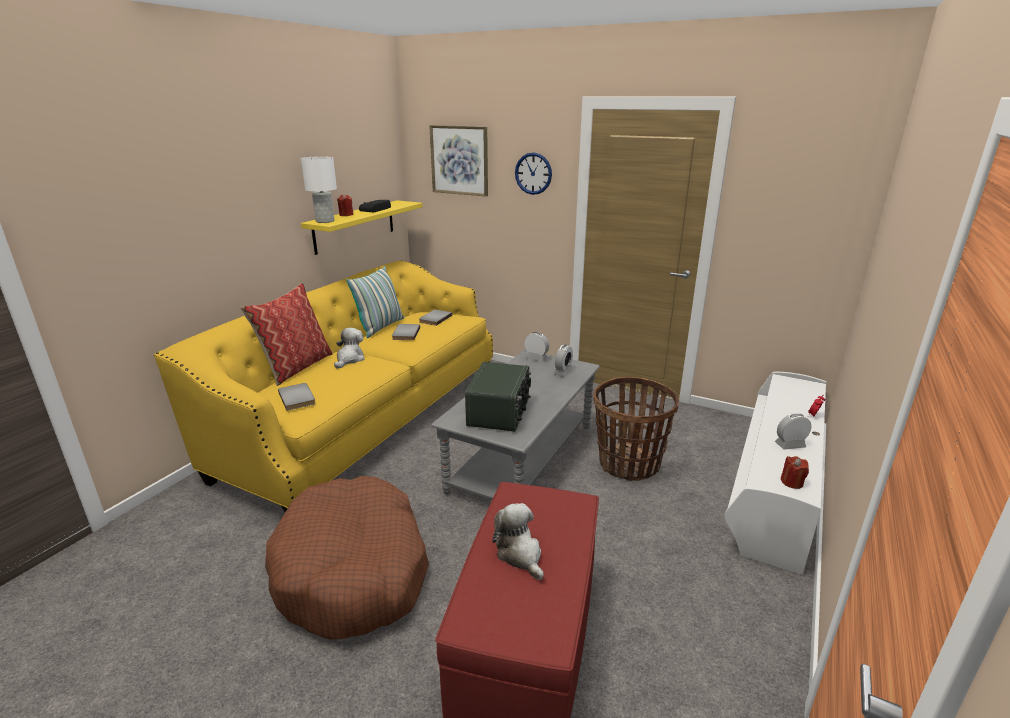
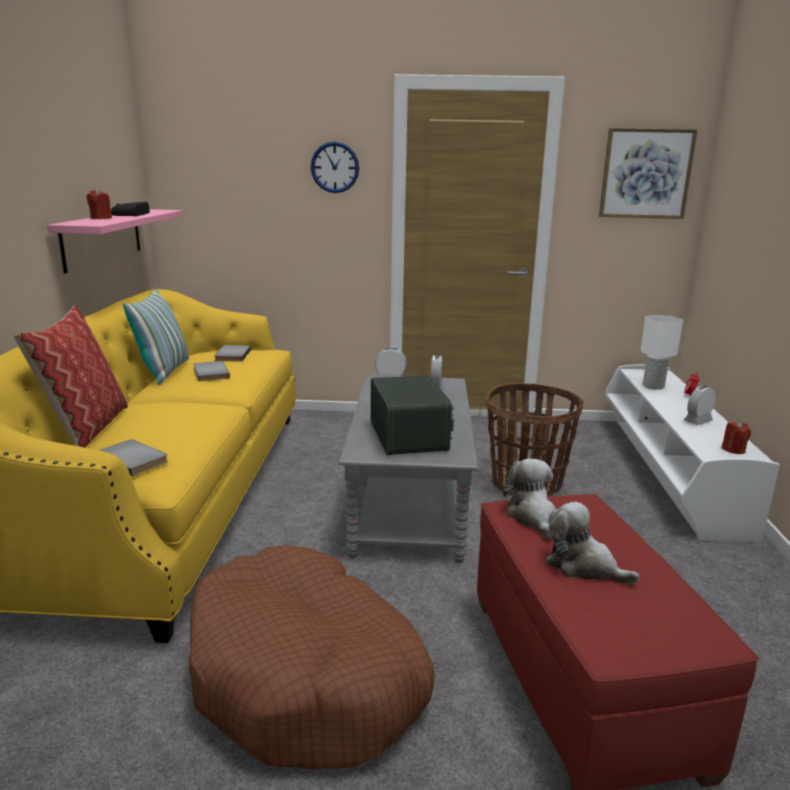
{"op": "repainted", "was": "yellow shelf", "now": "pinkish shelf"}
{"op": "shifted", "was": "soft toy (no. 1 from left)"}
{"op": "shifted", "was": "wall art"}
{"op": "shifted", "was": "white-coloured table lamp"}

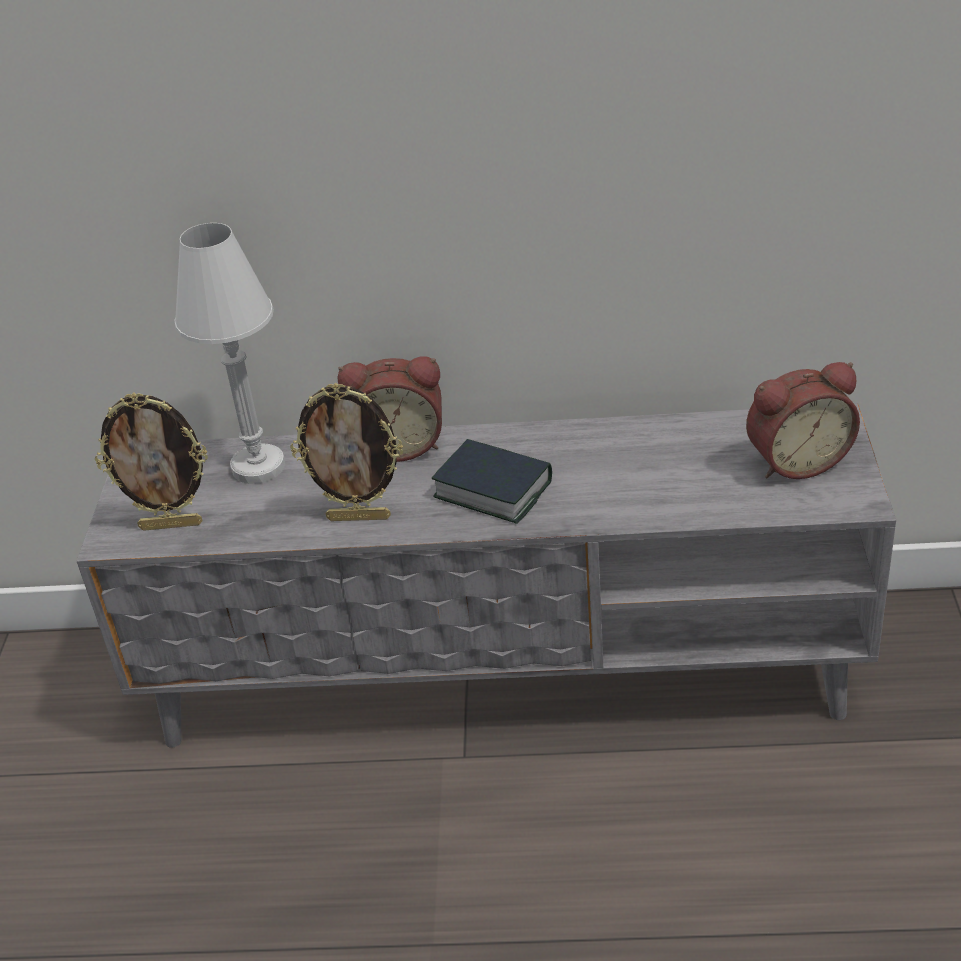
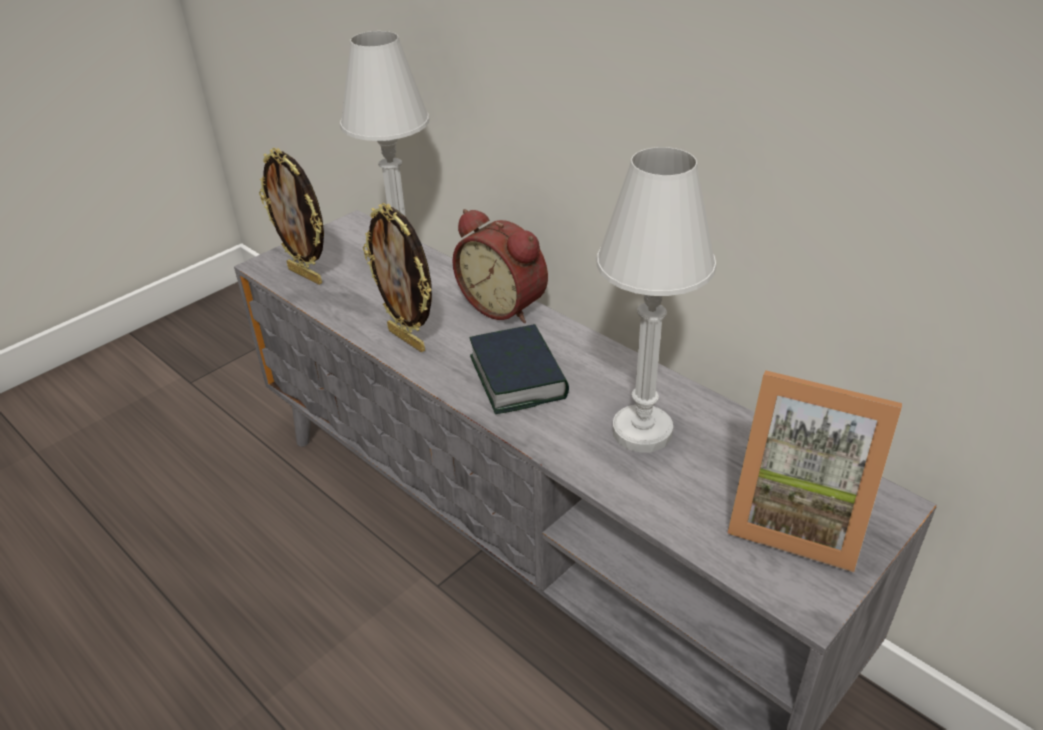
{"op": "new", "now": "white-coloured table lamp (no. 2 from left)"}
{"op": "swapped", "was": "table clock (no. 2 from left)", "now": "standing frame (no. 3 from left)"}

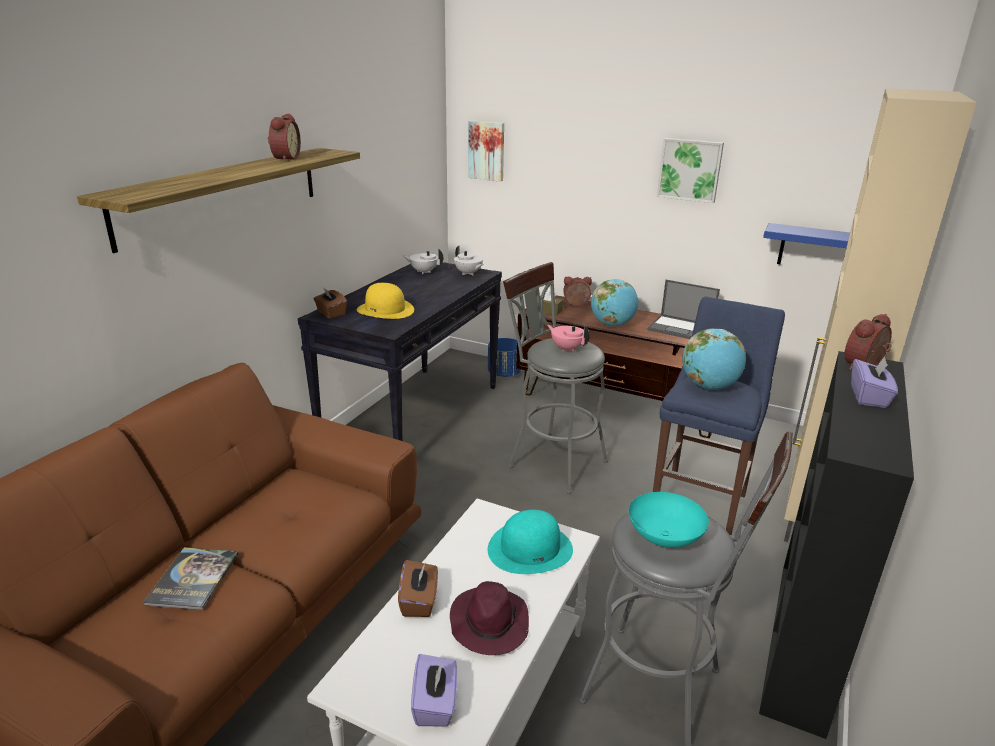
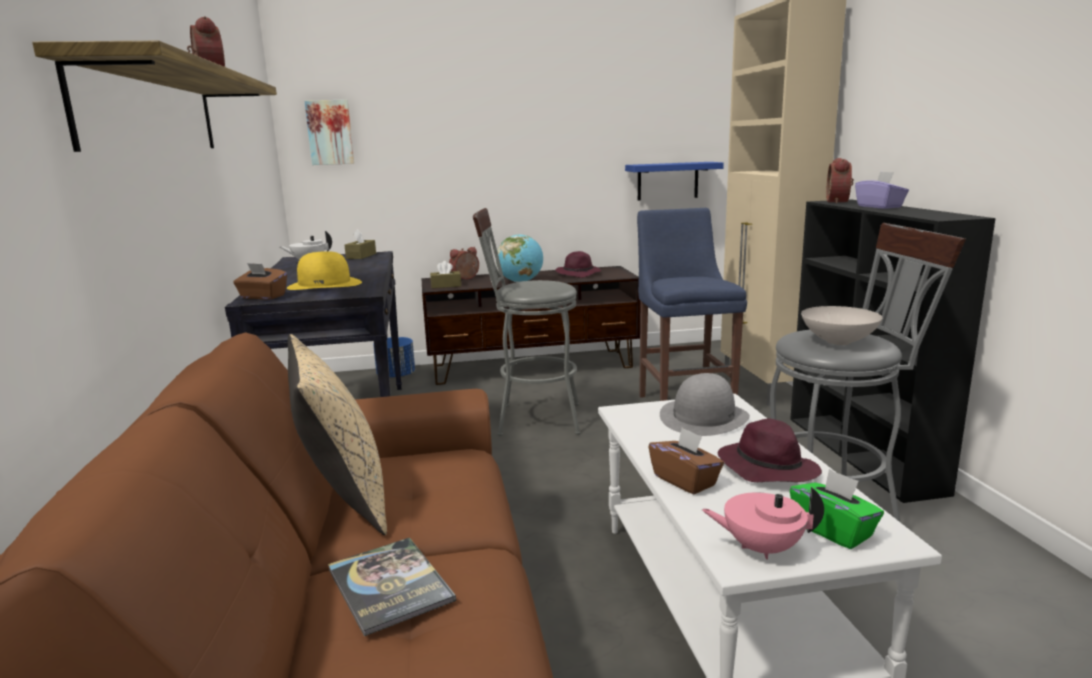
{"op": "new", "now": "beige pillow"}
{"op": "swapped", "was": "white-coloured pot for tea (no. 2 from left)", "now": "brown box of tissues (no. 2 from left)"}
{"op": "swapped", "was": "portable computer", "now": "purple hat (no. 1 from left)"}
{"op": "repainted", "was": "turquoise-coloured hat", "now": "grey hat"}
{"op": "shifted", "was": "pinkish pot for tea"}
{"op": "repainted", "was": "purple box of tissues (no. 1 from left)", "now": "greenish box of tissues"}
{"op": "repainted", "was": "turquoise-coloured deep dish", "now": "white-coloured deep dish"}
{"op": "gone", "was": "wall art (no. 2 from left)"}
{"op": "gone", "was": "world globe (no. 2 from left)"}

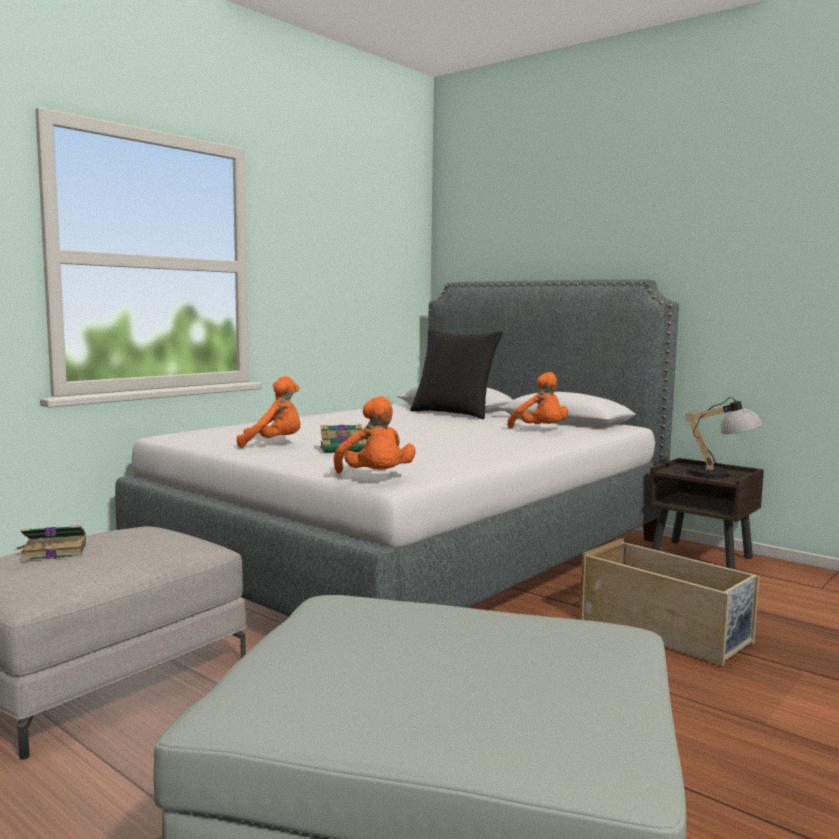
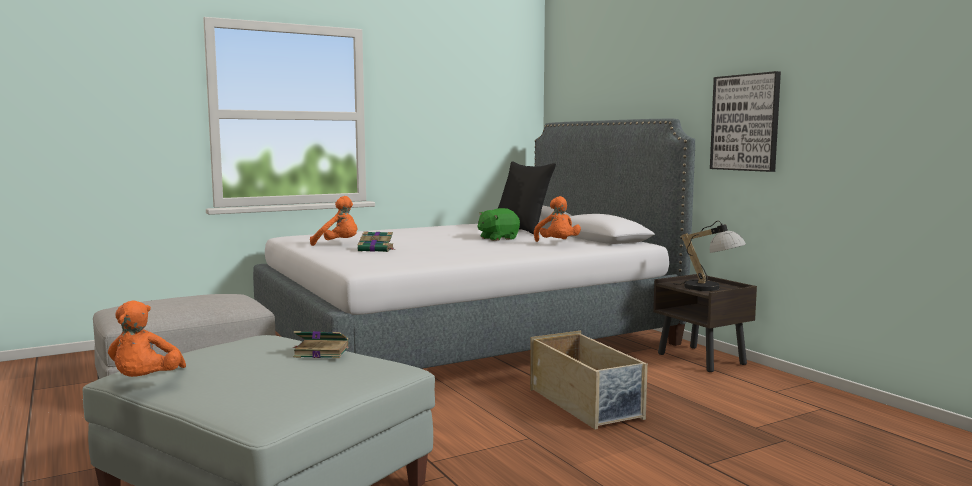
{"op": "shifted", "was": "orange-coloured soft toy (no. 2 from left in the first image)", "now": "orange-coloured soft toy (no. 1 from left)"}
{"op": "shifted", "was": "volume (no. 1 from left)"}
{"op": "new", "now": "greenish soft toy"}
{"op": "new", "now": "wall art"}

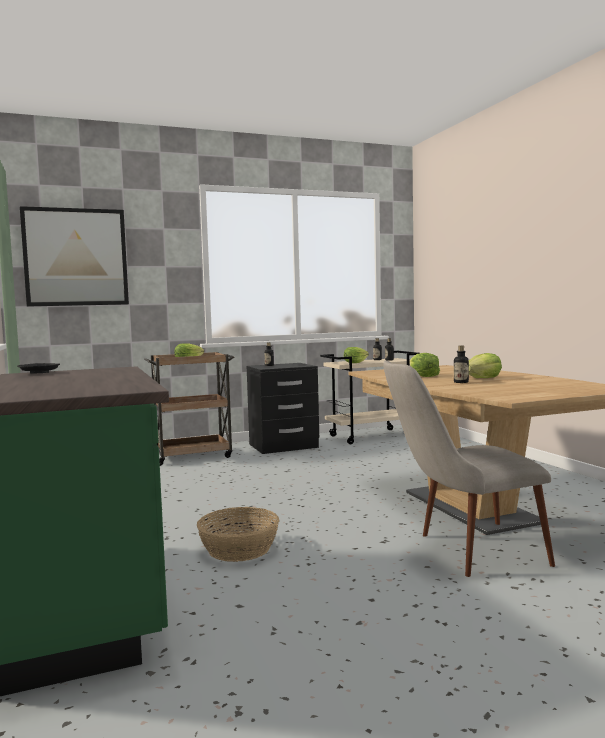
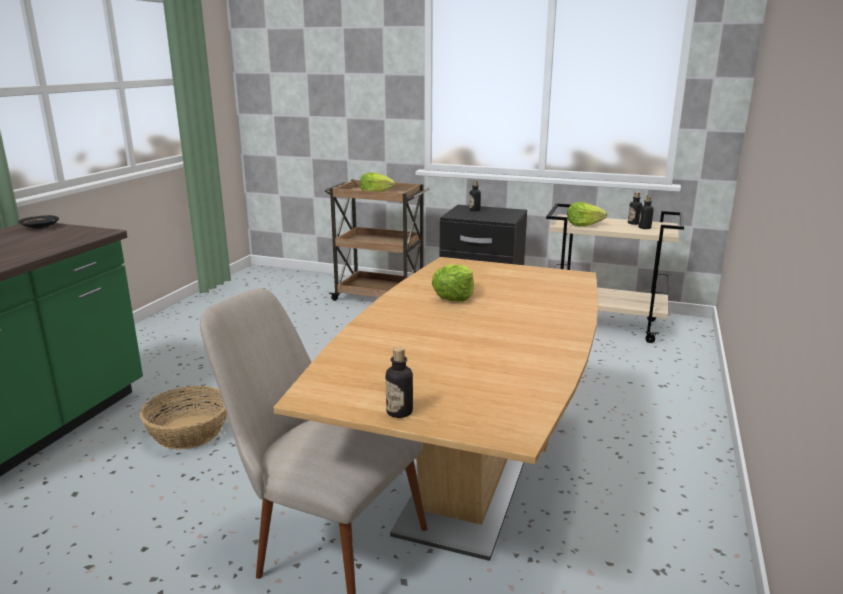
{"op": "shifted", "was": "bottle (no. 4 from left in the first image)", "now": "bottle (no. 1 from left)"}
{"op": "gone", "was": "wall art"}
{"op": "gone", "was": "head of lettuce (no. 4 from left)"}

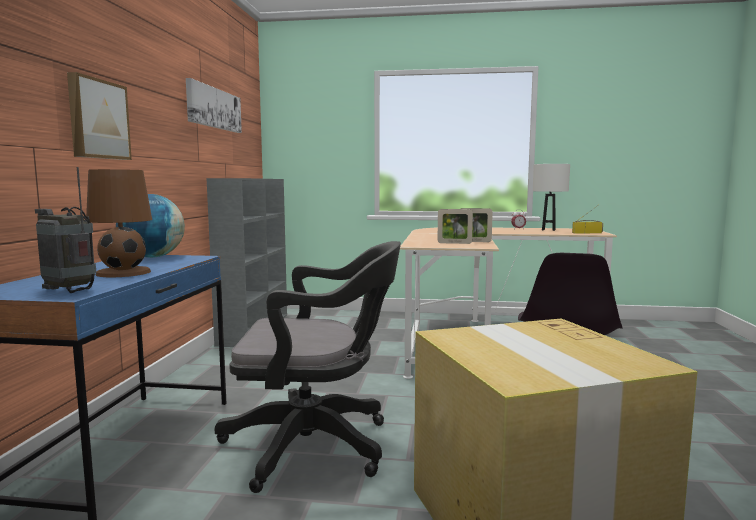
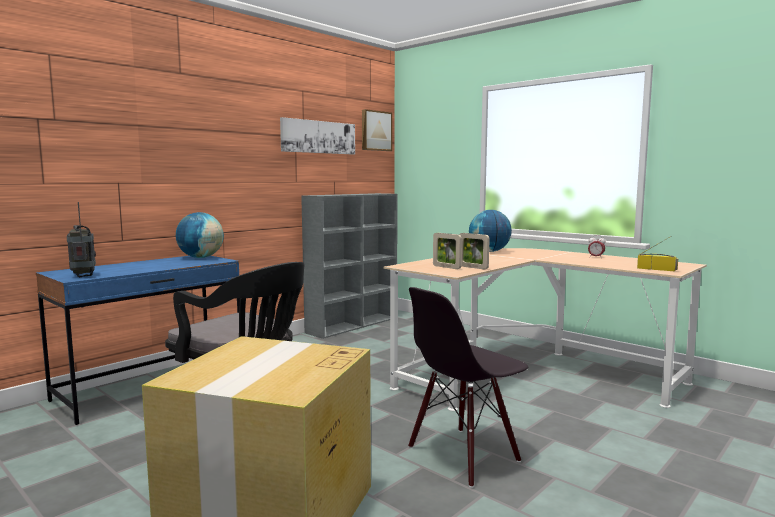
{"op": "shifted", "was": "wall art (no. 1 from left in the first image)", "now": "wall art (no. 2 from left)"}
{"op": "new", "now": "world globe (no. 2 from left)"}
{"op": "gone", "was": "brown table lamp"}
{"op": "gone", "was": "white-coloured table lamp"}

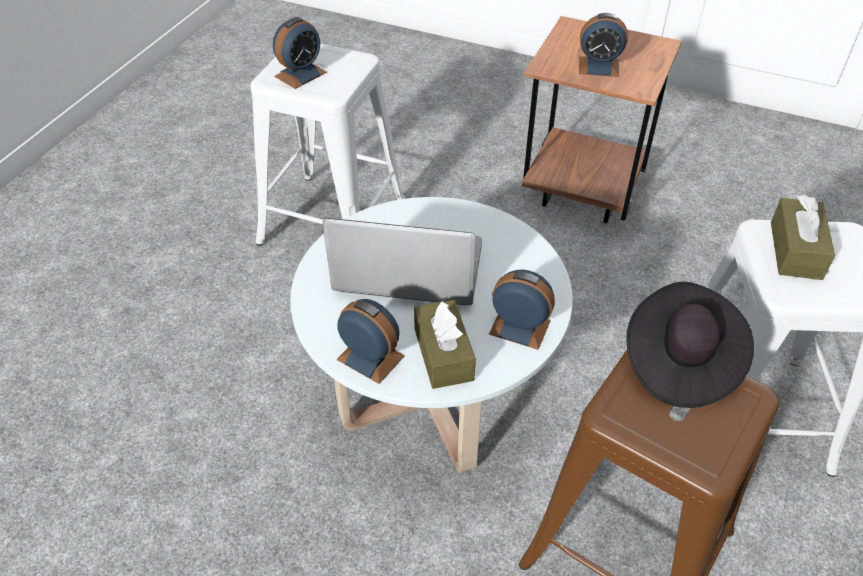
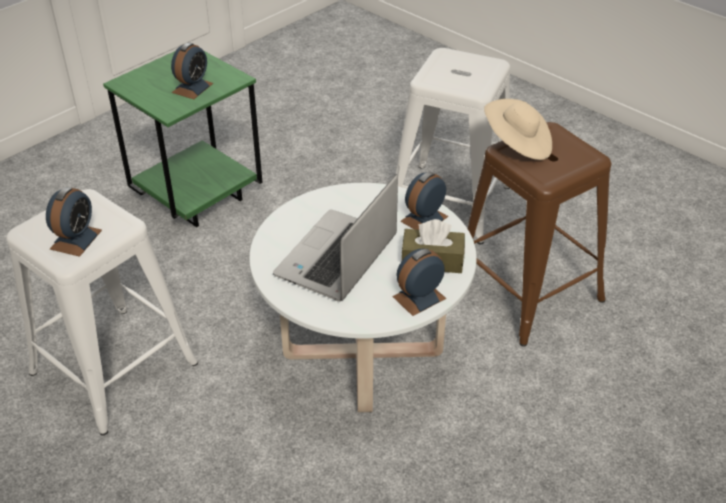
{"op": "rotated", "was": "table clock (no. 1 from left)", "clockwise": 45}
{"op": "repainted", "was": "brown end table", "now": "greenish end table"}
{"op": "repainted", "was": "black-coloured hat", "now": "beige hat"}
{"op": "gone", "was": "brown box of tissues (no. 2 from left)"}

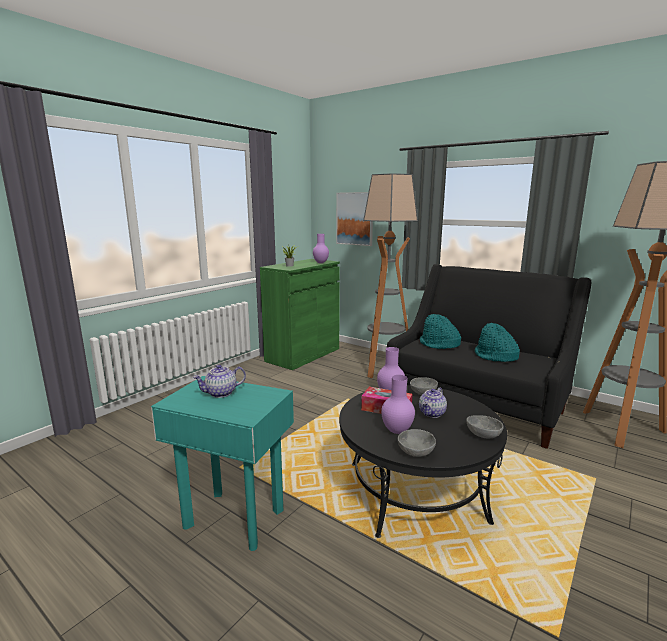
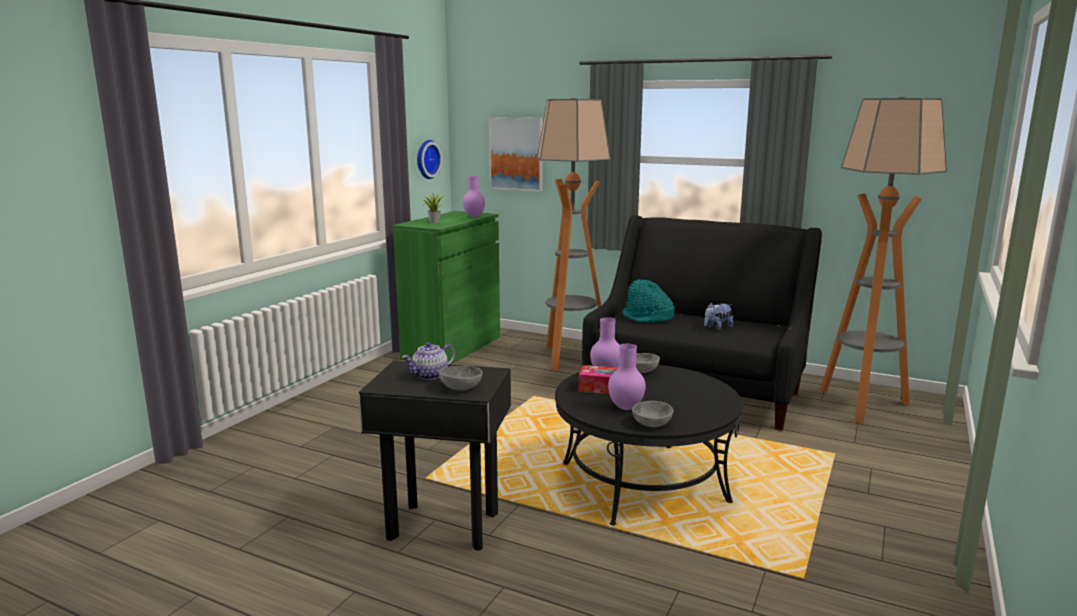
{"op": "repainted", "was": "turquoise-coloured end table", "now": "black-coloured end table"}
{"op": "new", "now": "hanging clock"}
{"op": "shifted", "was": "grey deep dish (no. 3 from left in the first image)", "now": "grey deep dish (no. 1 from left)"}
{"op": "swapped", "was": "turquoise-coloured hat (no. 2 from left)", "now": "soft toy"}
{"op": "gone", "was": "pot for tea (no. 2 from left)"}

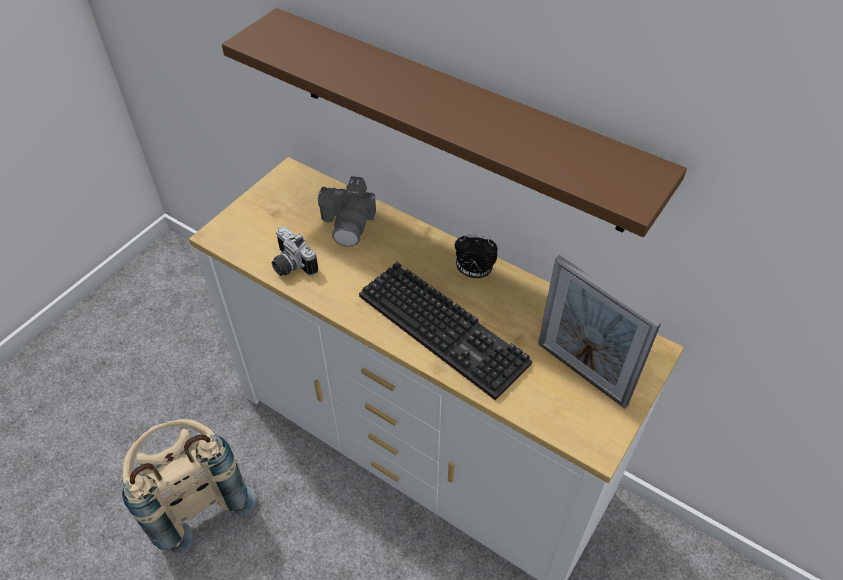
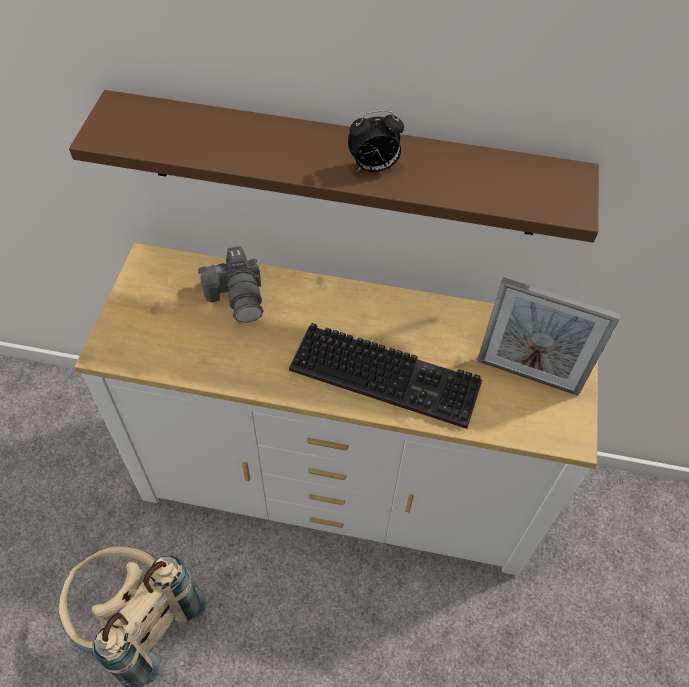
{"op": "shifted", "was": "table clock"}
{"op": "gone", "was": "still camera (no. 1 from left)"}

